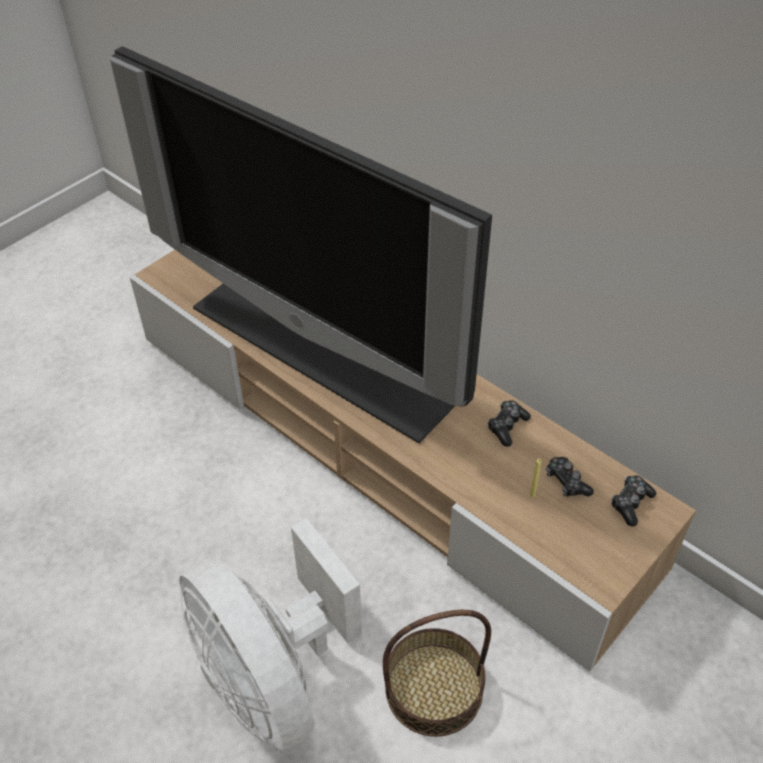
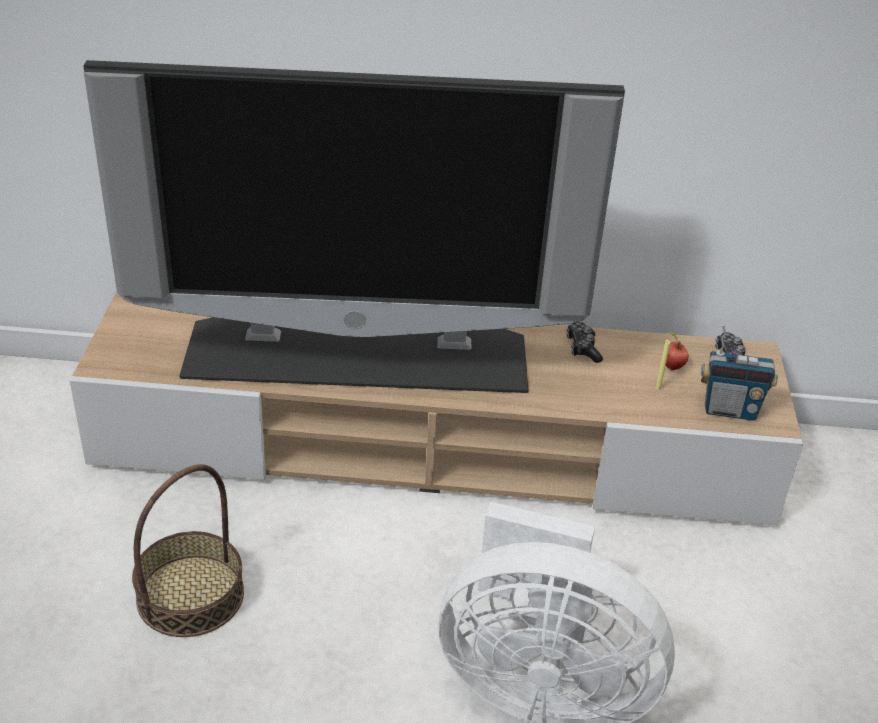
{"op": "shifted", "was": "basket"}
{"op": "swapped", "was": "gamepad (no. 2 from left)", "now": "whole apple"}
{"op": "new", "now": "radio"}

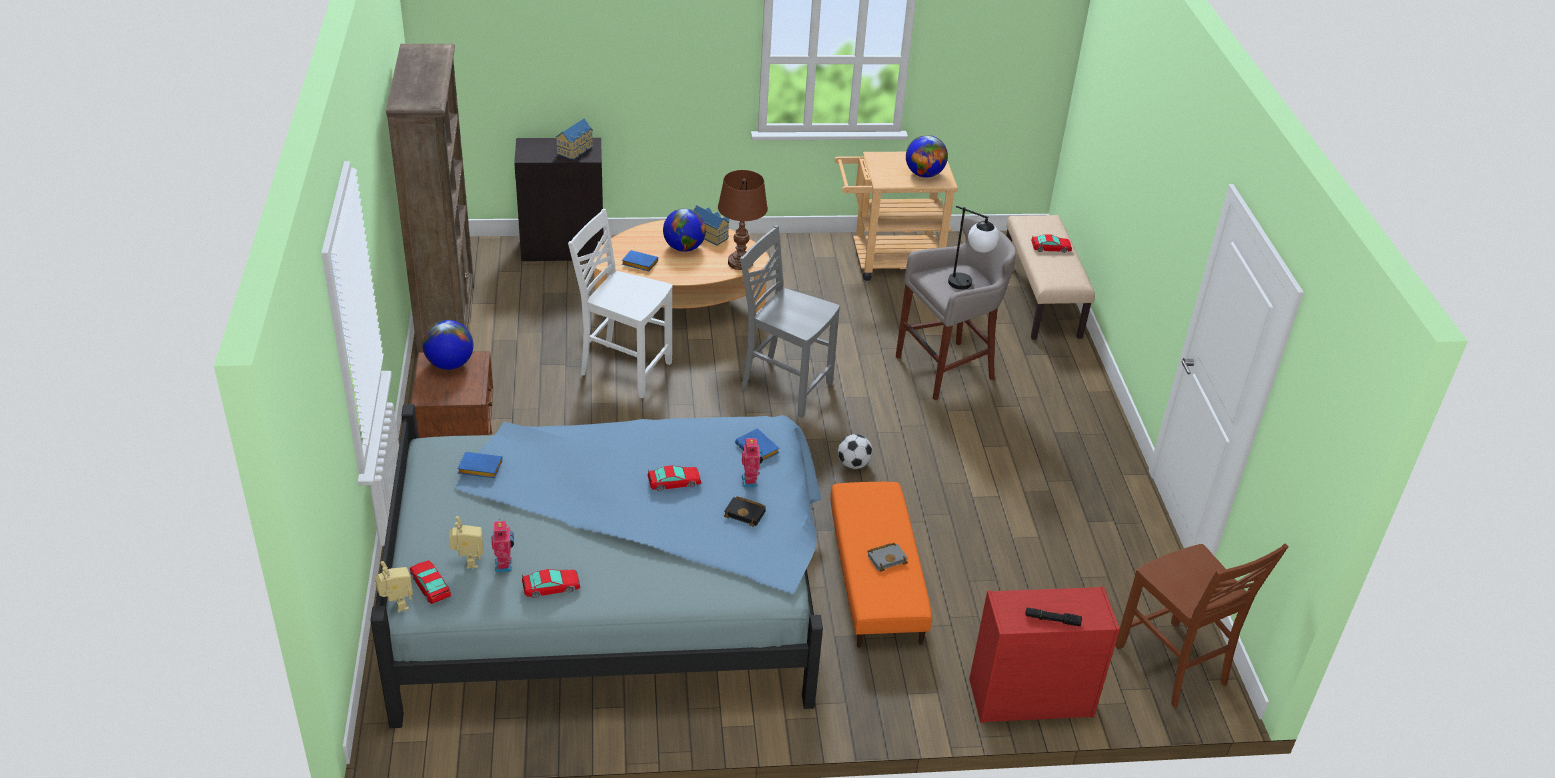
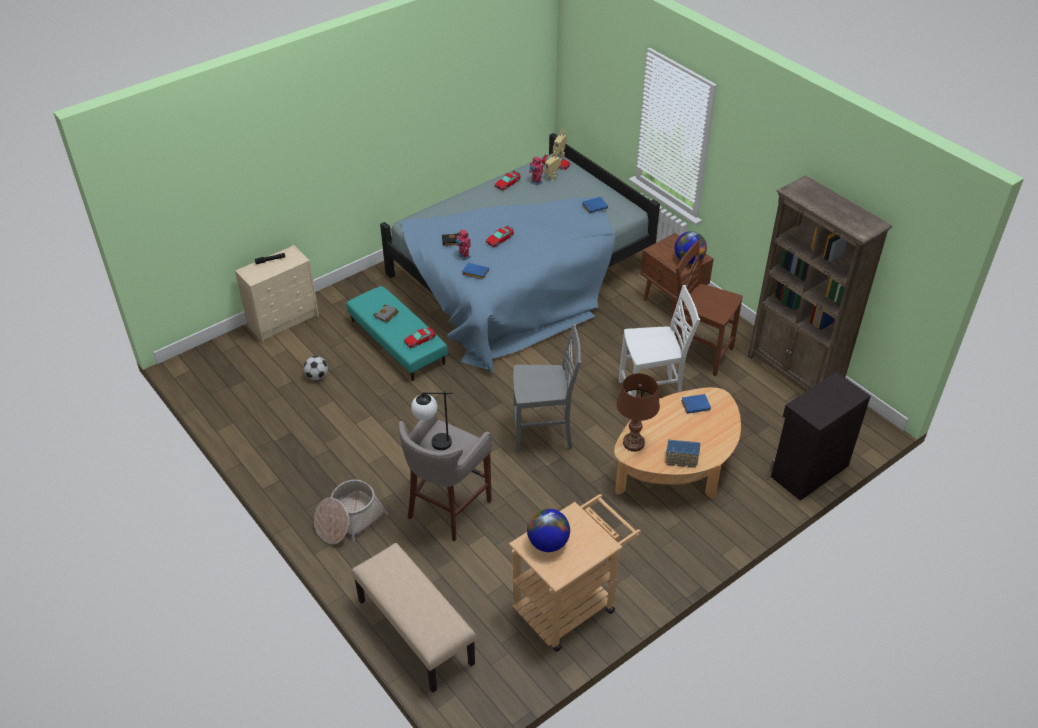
{"op": "repainted", "was": "red chest of drawers", "now": "beige chest of drawers"}
{"op": "shifted", "was": "ball for football"}
{"op": "new", "now": "basket"}
{"op": "repainted", "was": "orange-coloured ottoman", "now": "turquoise-coloured ottoman"}
{"op": "shifted", "was": "model car (no. 4 from left in the first image)", "now": "model car (no. 1 from left)"}
{"op": "shifted", "was": "brown plain chair"}
{"op": "gone", "was": "miniature house (no. 1 from left)"}
{"op": "gone", "was": "world globe (no. 2 from left)"}

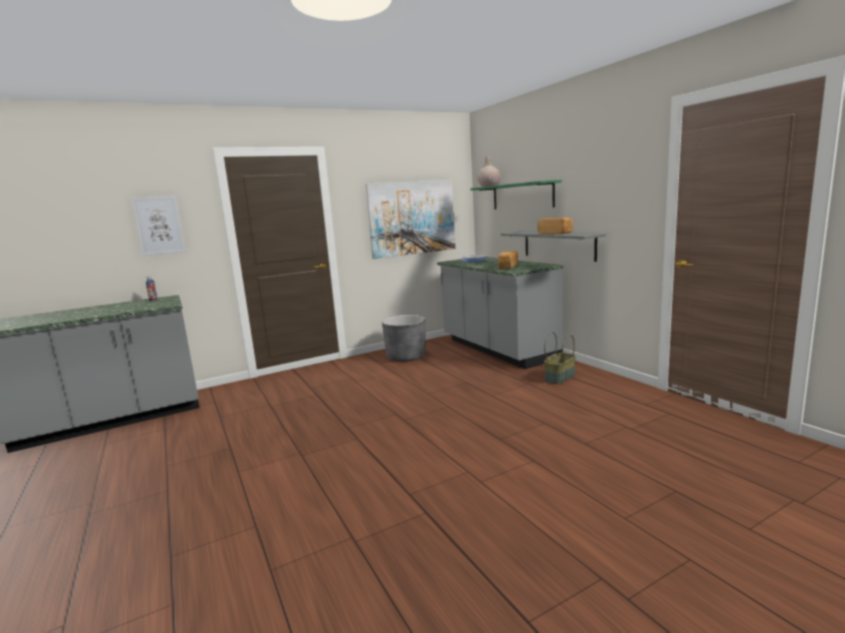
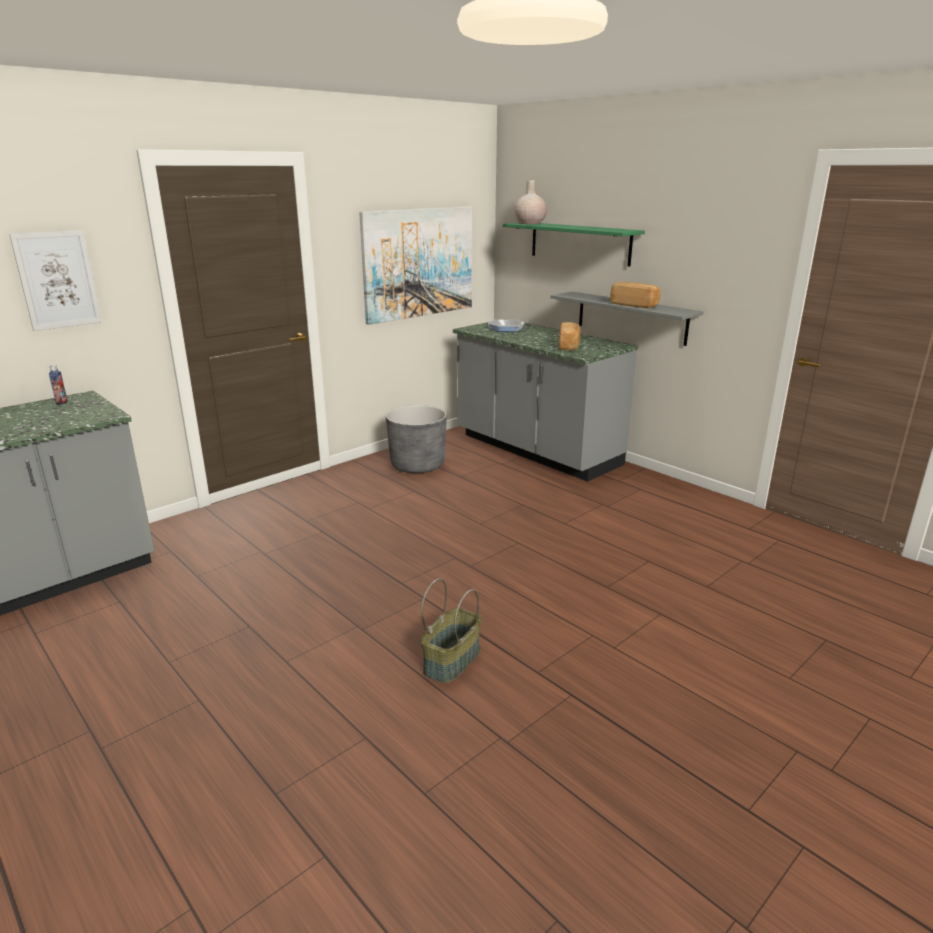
{"op": "shifted", "was": "basket"}

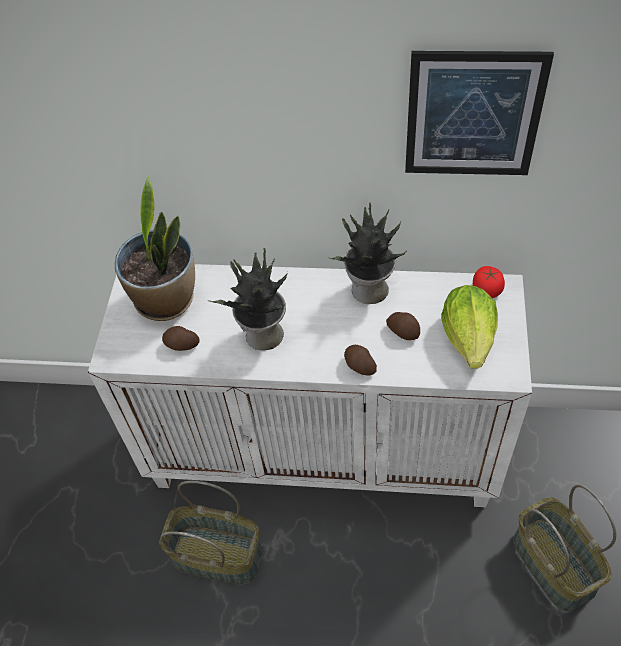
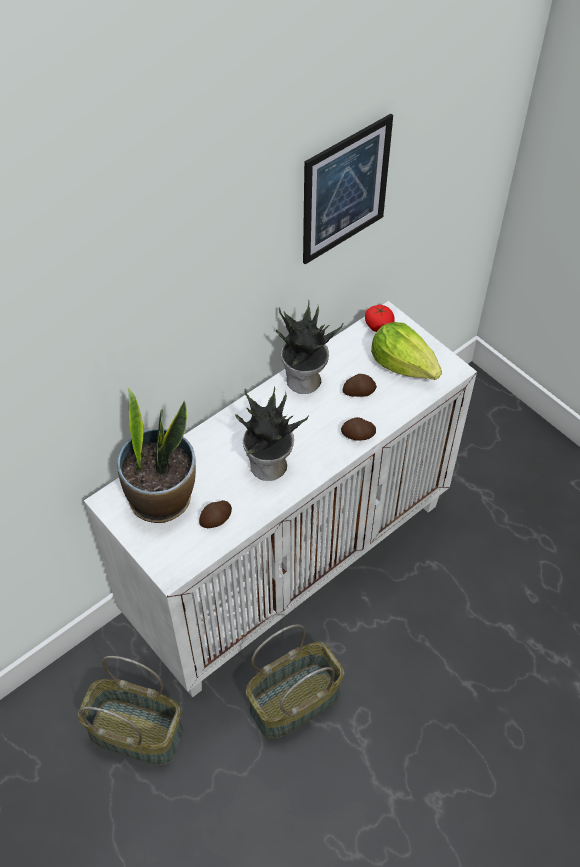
{"op": "shifted", "was": "basket (no. 2 from left in the first image)", "now": "basket (no. 1 from left)"}

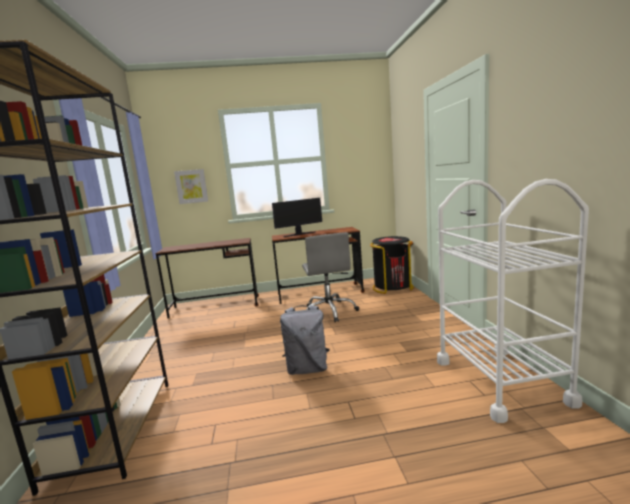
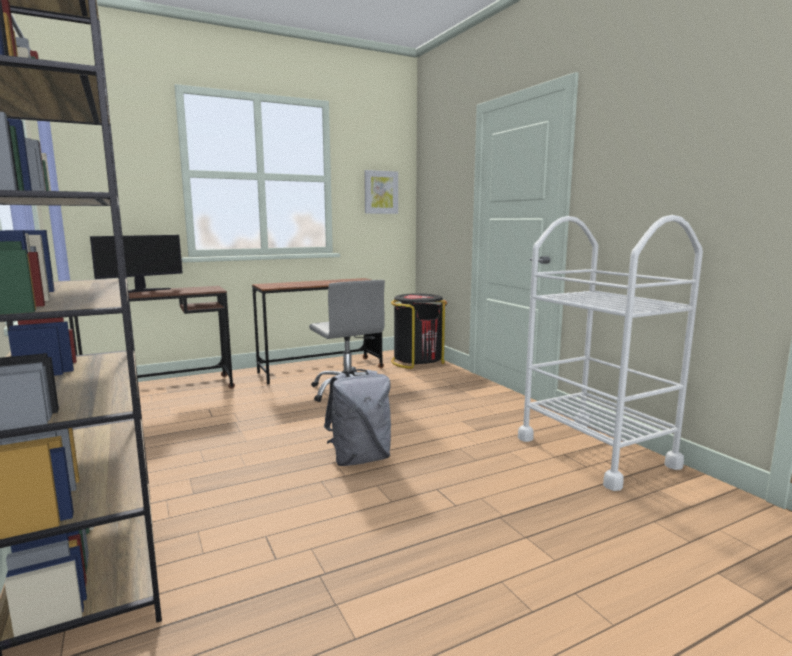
{"op": "shifted", "was": "monitor"}
{"op": "shifted", "was": "wall art"}

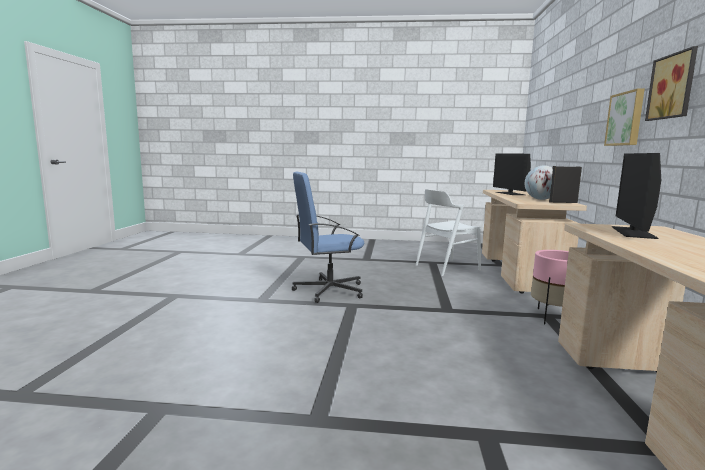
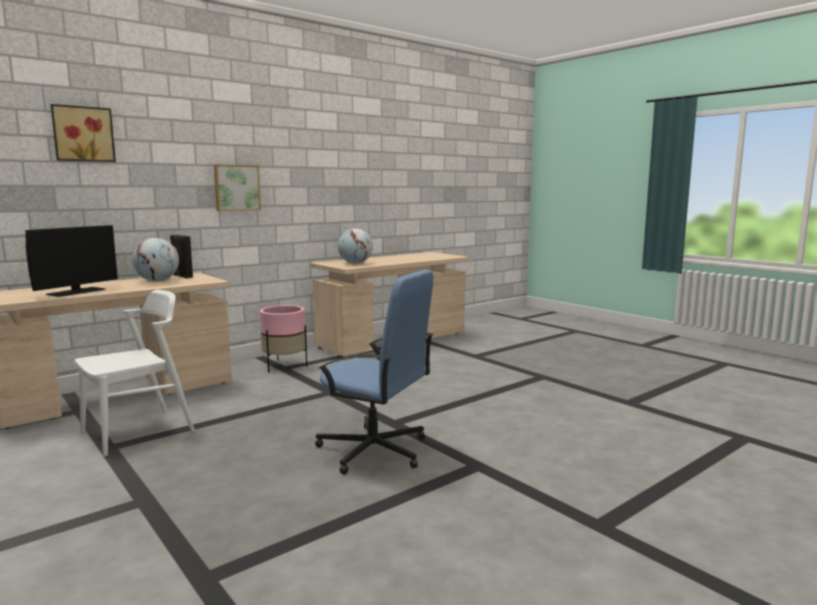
{"op": "shifted", "was": "wall art (no. 2 from left in the first image)", "now": "wall art (no. 1 from left)"}
{"op": "rotated", "was": "white-coloured plain chair", "clockwise": -60}
{"op": "swapped", "was": "monitor (no. 2 from left)", "now": "world globe (no. 2 from left)"}

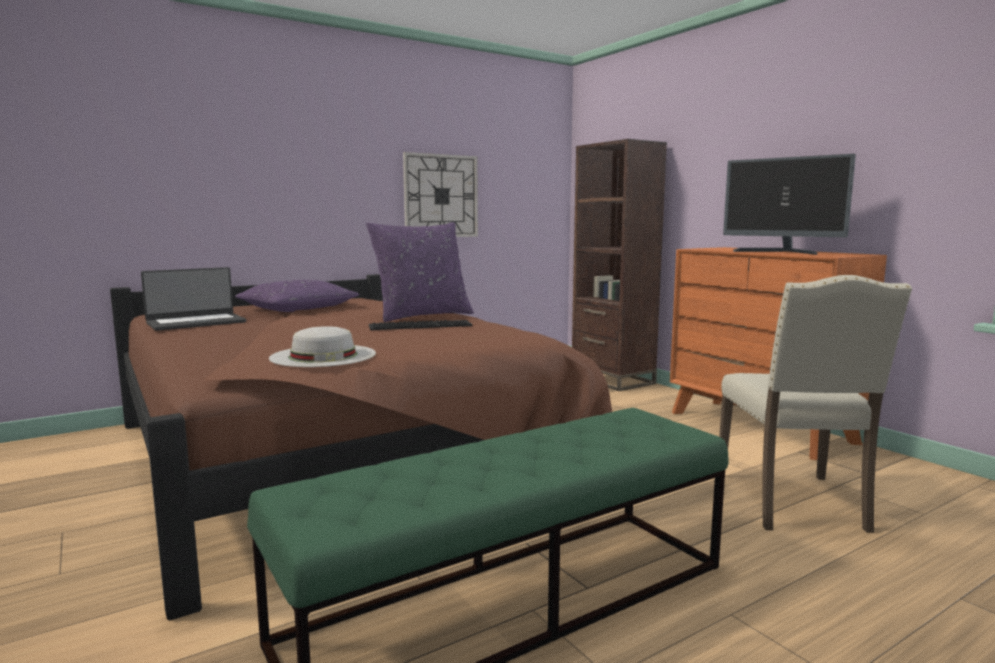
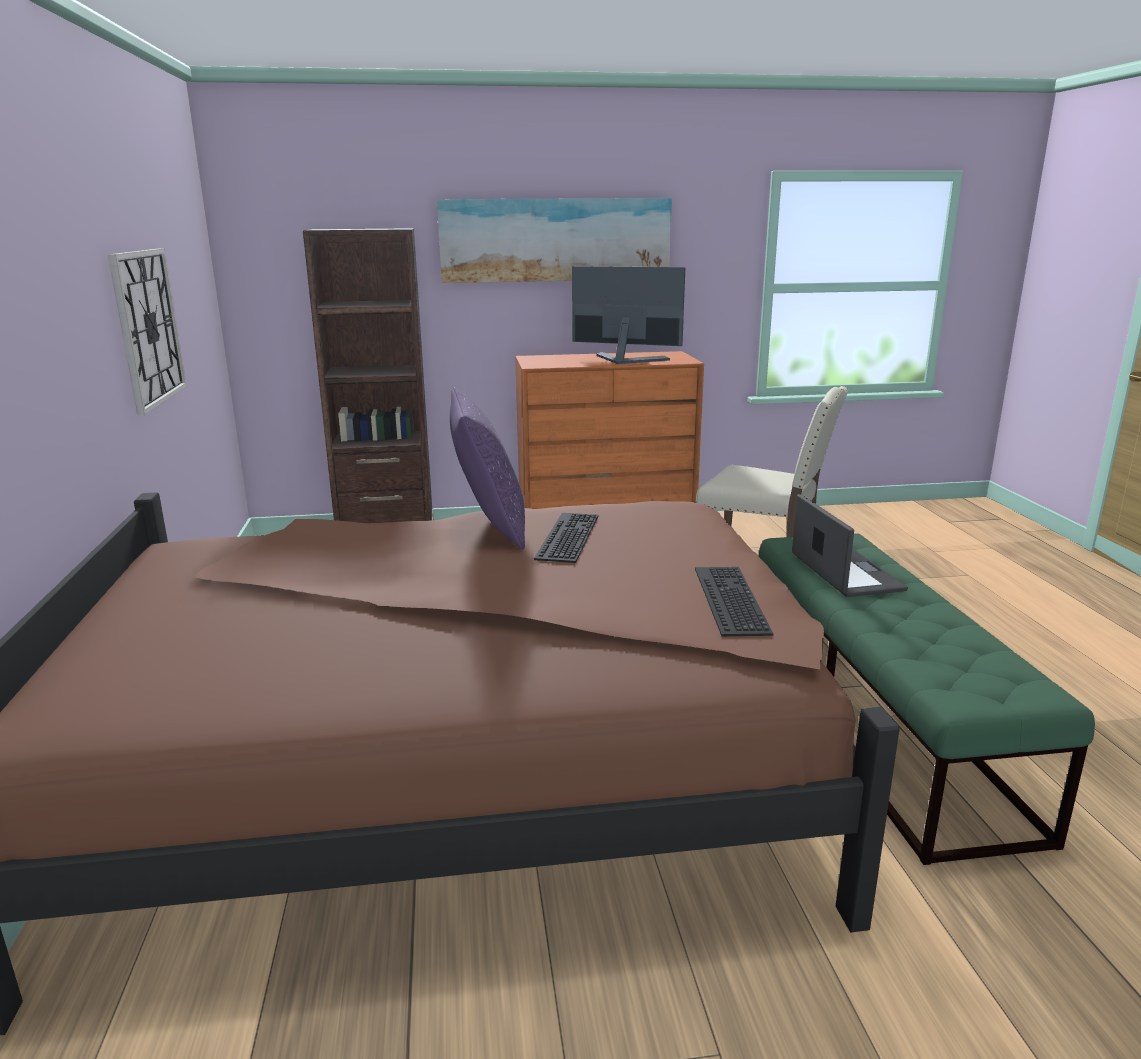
{"op": "new", "now": "wall art"}
{"op": "rotated", "was": "monitor", "clockwise": -135}
{"op": "swapped", "was": "white-coloured hat", "now": "PC keyboard (no. 2 from left)"}
{"op": "shifted", "was": "portable computer"}
{"op": "gone", "was": "purple pillow (no. 1 from left)"}

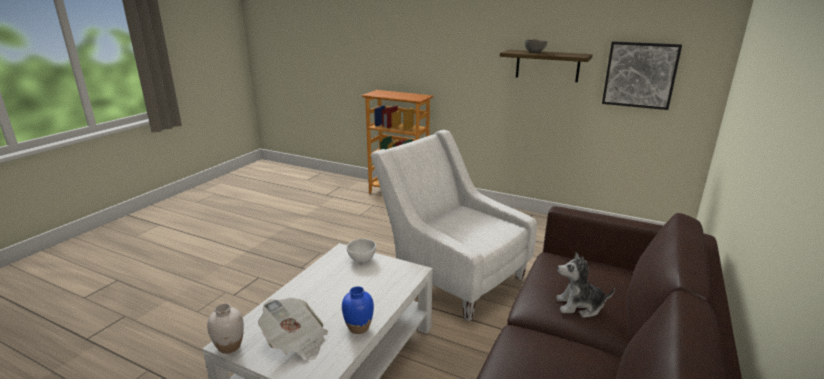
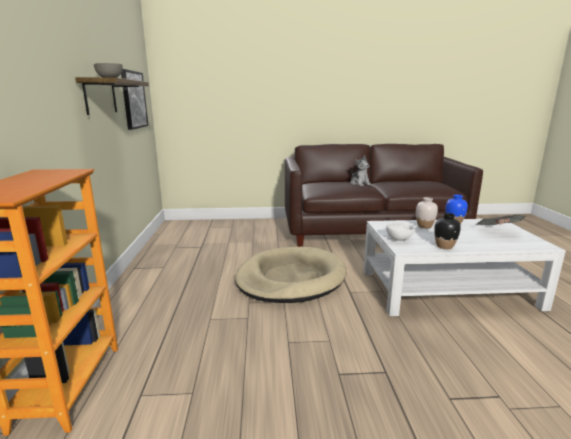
{"op": "swapped", "was": "white-coloured lounge chair", "now": "beige pet bed"}
{"op": "shifted", "was": "white-coloured decorative vase"}
{"op": "new", "now": "black-coloured decorative vase"}

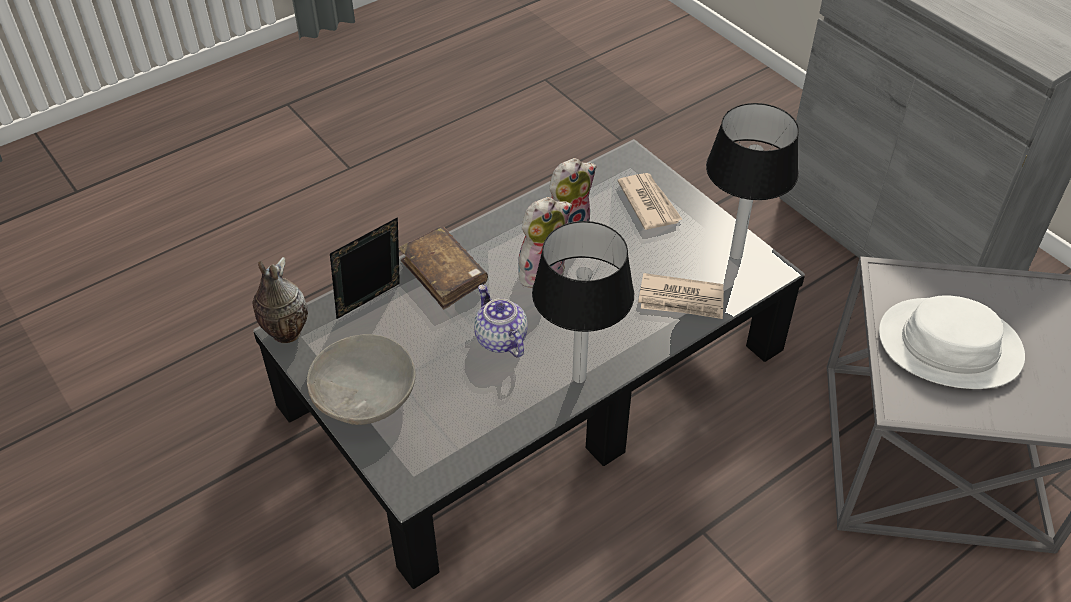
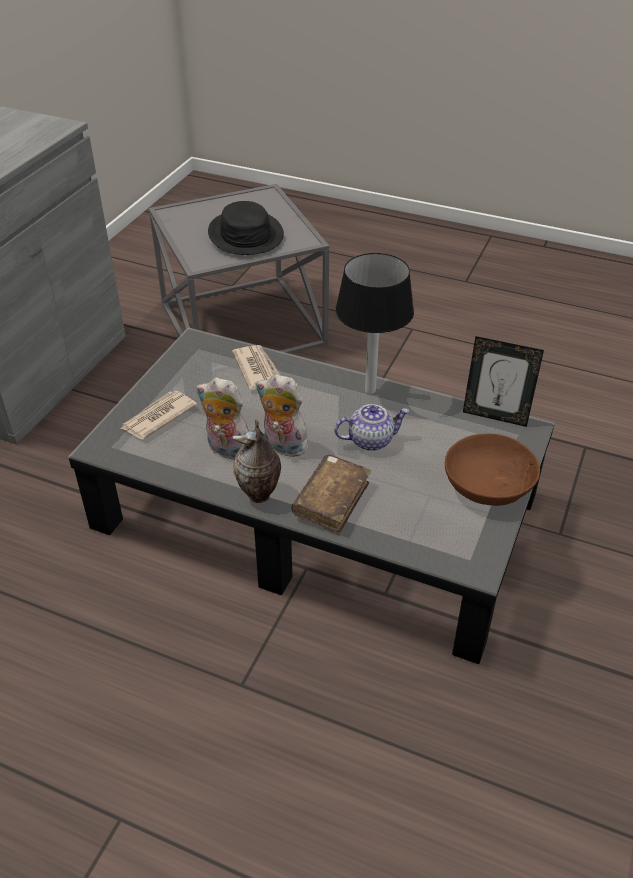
{"op": "repainted", "was": "white-coloured hat", "now": "black-coloured hat"}
{"op": "shifted", "was": "decorative vase"}
{"op": "rotated", "was": "pot for tea", "clockwise": -135}
{"op": "repainted", "was": "grey deep dish", "now": "brown deep dish"}
{"op": "shifted", "was": "standing frame"}
{"op": "gone", "was": "table lamp (no. 2 from left)"}

